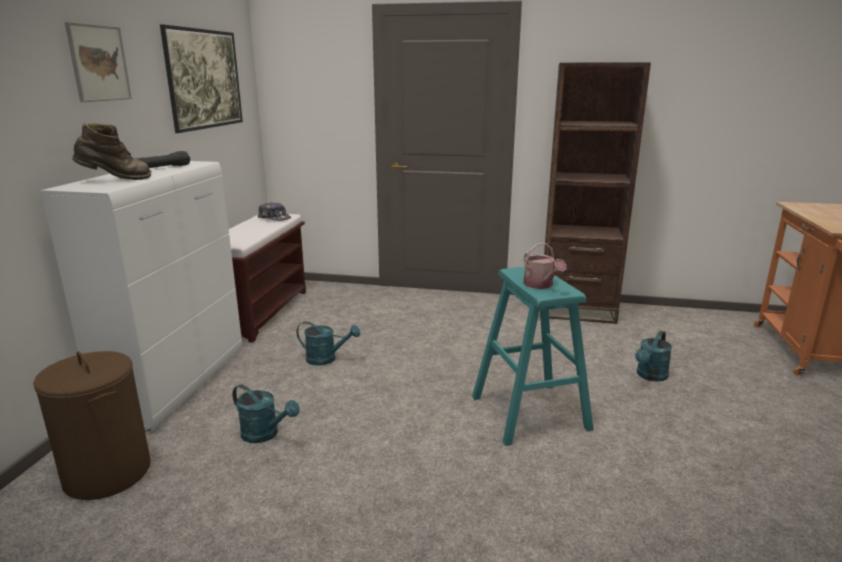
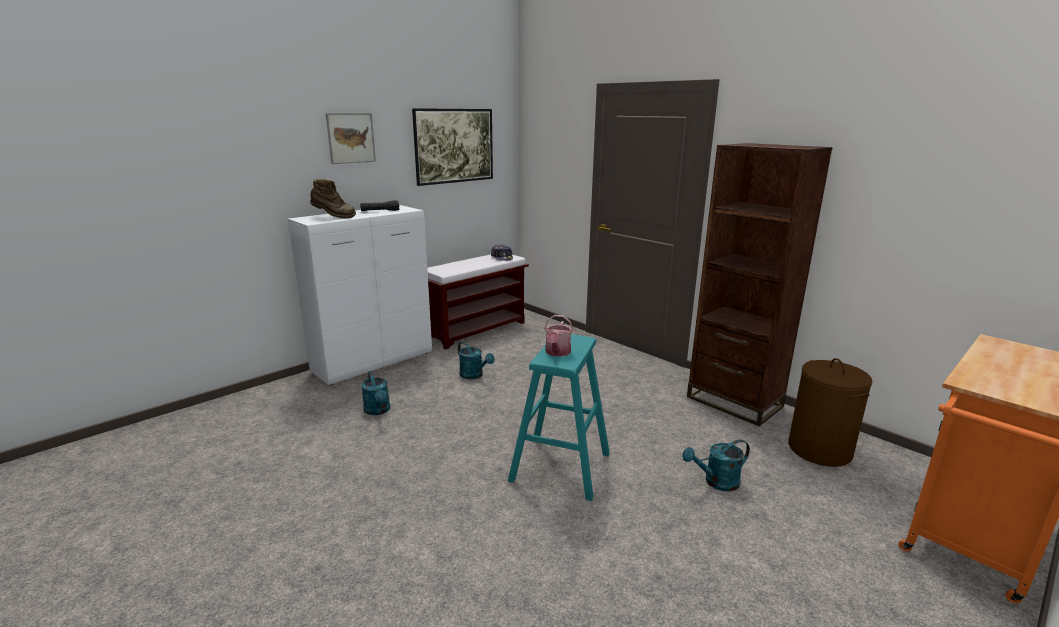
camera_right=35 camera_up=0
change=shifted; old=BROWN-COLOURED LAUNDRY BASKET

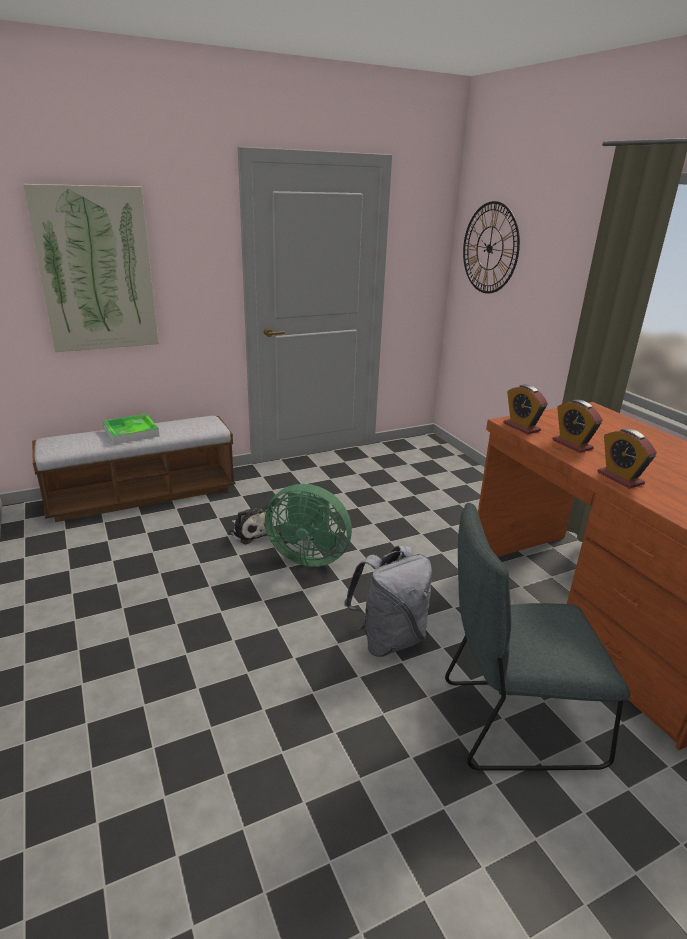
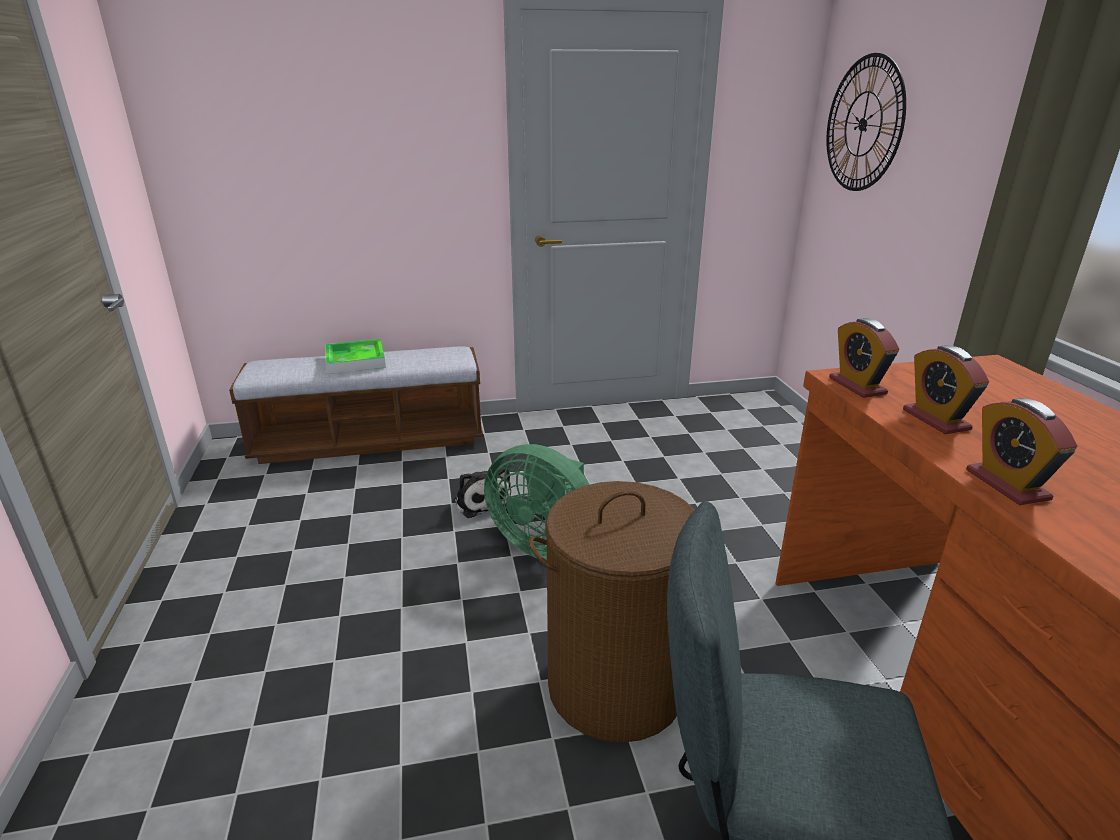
camera_right=15 camera_up=0
change=gone; old=WALL ART
change=swapped; old=GREYISH RUCKSACK; new=BROWN-COLOURED LAUNDRY BASKET

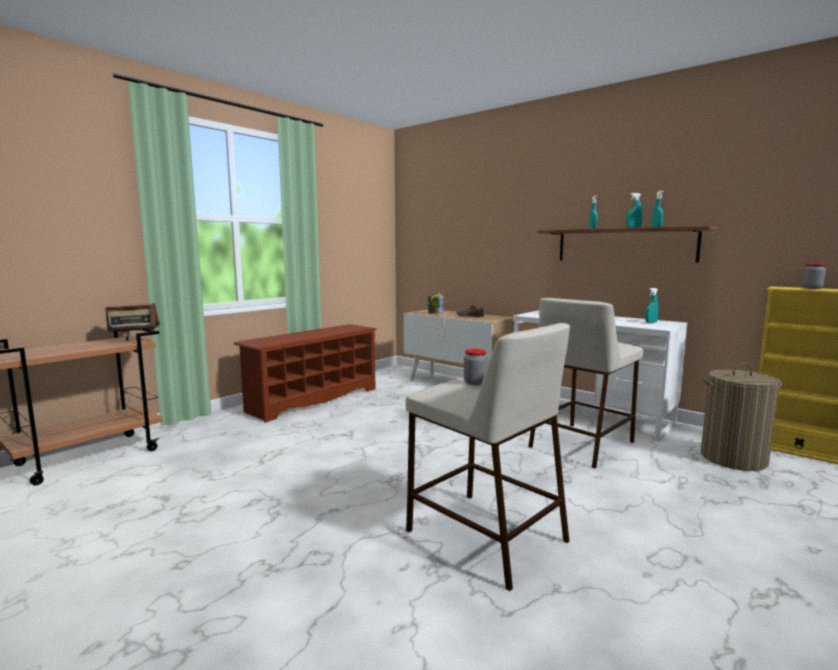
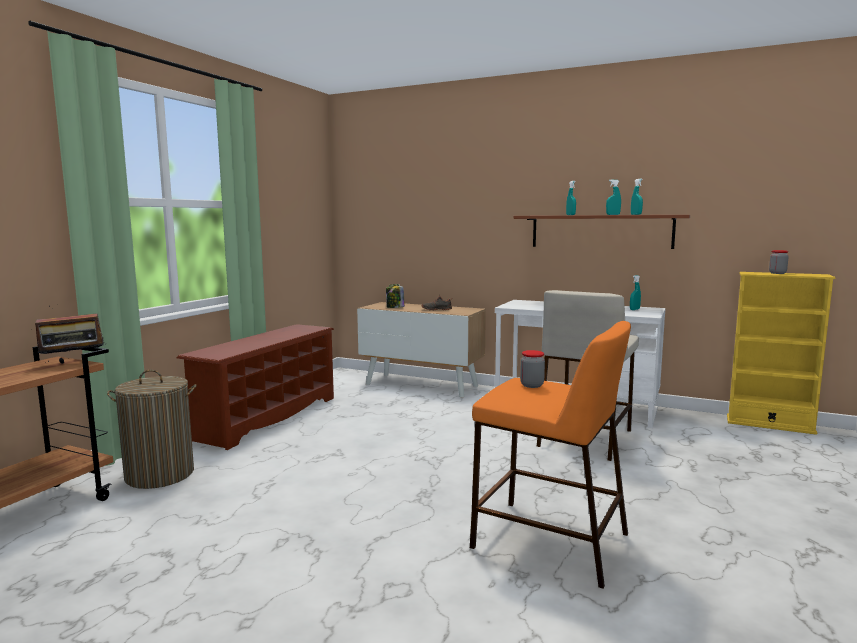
camera_right=-15 camera_up=0
change=shifted; old=LAUNDRY BASKET
change=repainted; old=SAND-COLOURED STOOL (no. 1 from left); new=ORANGEY STOOL

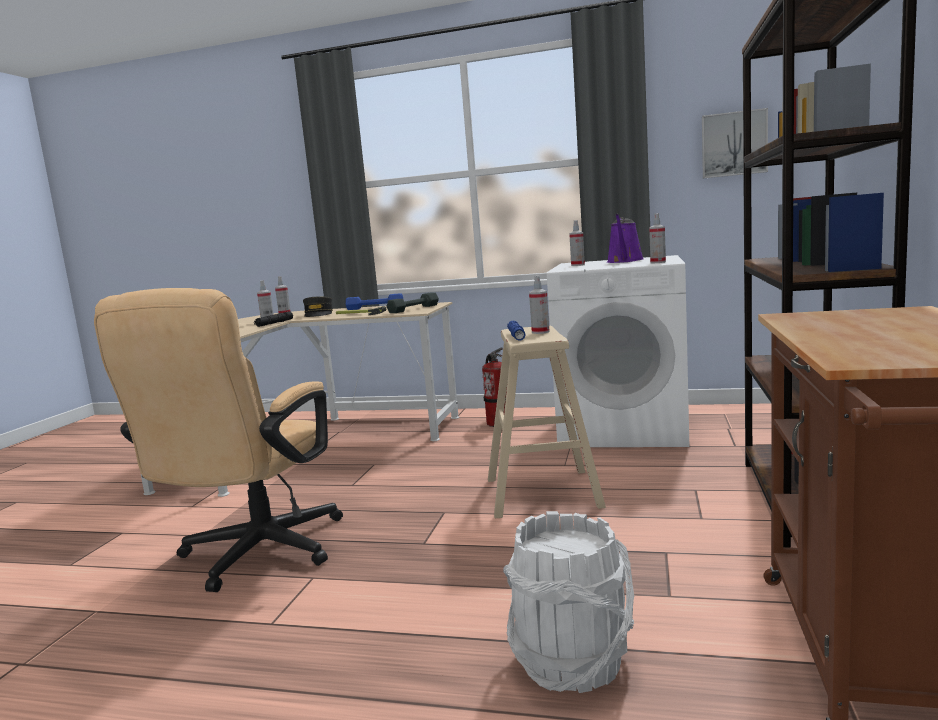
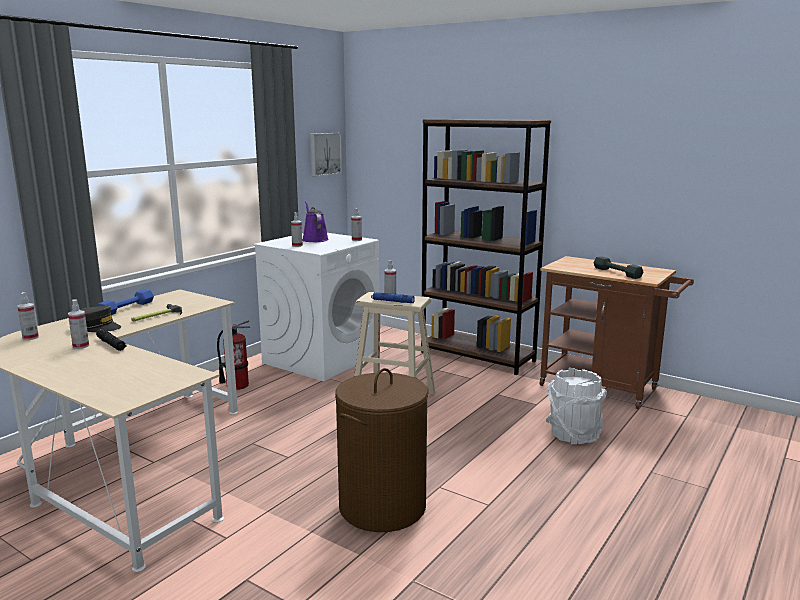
camera_right=-70 camera_up=5
change=shifted; old=GREYISH HAND WEIGHT
change=swapped; old=SAND-COLOURED DESK CHAIR; new=BROWN-COLOURED LAUNDRY BASKET
change=rotated; old=PURPLISH WATERING CAN; degrees=-150

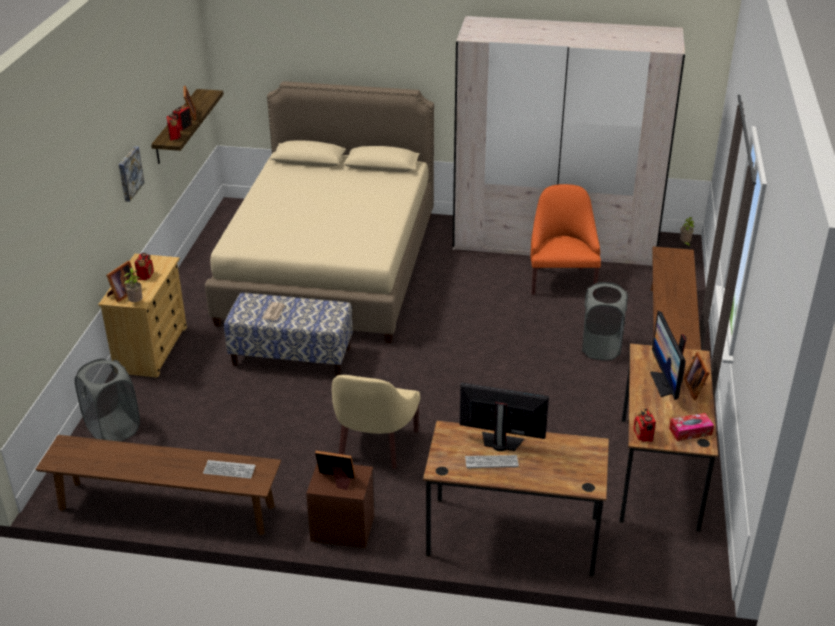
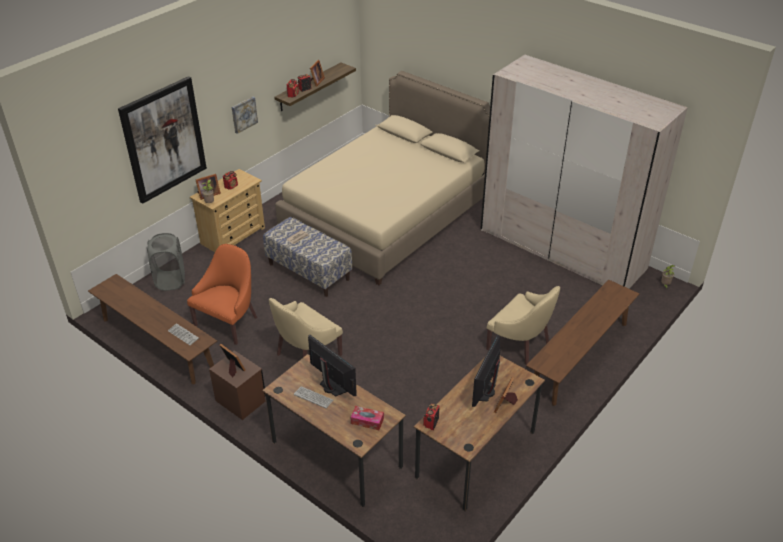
camera_right=30 camera_up=5
change=new; new=WALL ART (no. 1 from left)
change=shifted; old=ORANGEY ARMCHAIR
change=shifted; old=BOX OF TISSUES
change=swapped; old=GREYISH LAUNDRY BASKET (no. 2 from left); new=SAND-COLOURED ARMCHAIR (no. 2 from left)

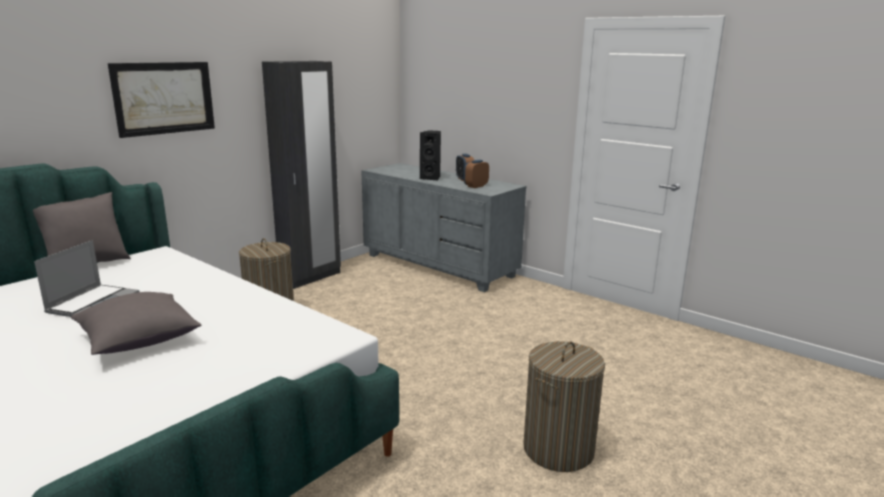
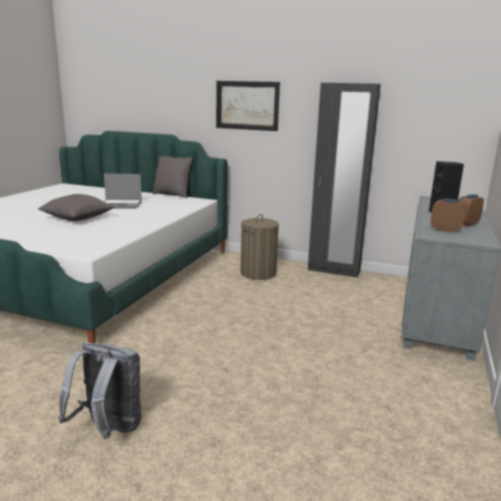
camera_right=70 camera_up=0
change=swapped; old=LAUNDRY BASKET (no. 2 from left); new=GREYISH RUCKSACK

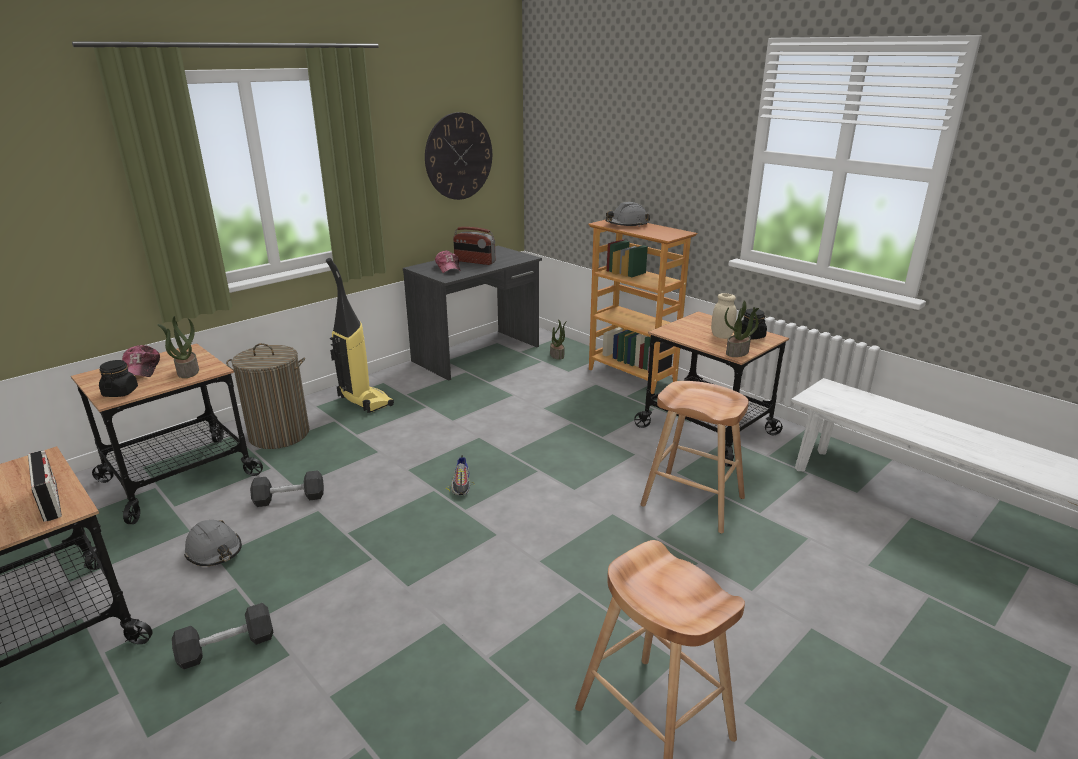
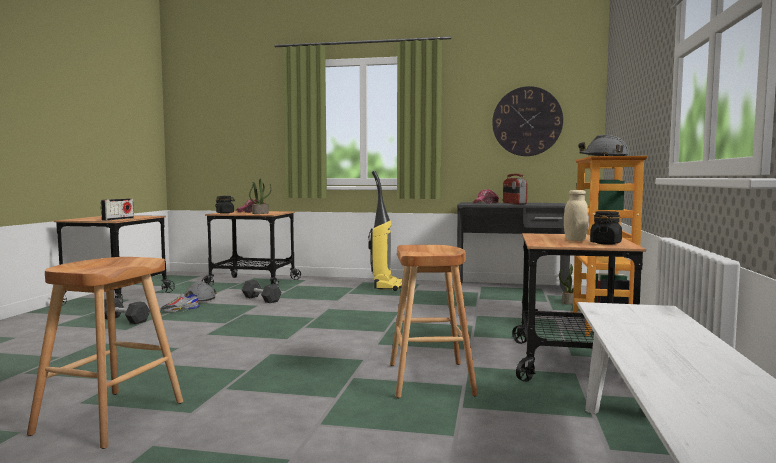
camera_right=55 camera_up=-20
change=gone; old=LAUNDRY BASKET
change=gone; old=HOUSEPLANT (no. 3 from left)
change=shifted; old=ITEM OF FOOTWEAR

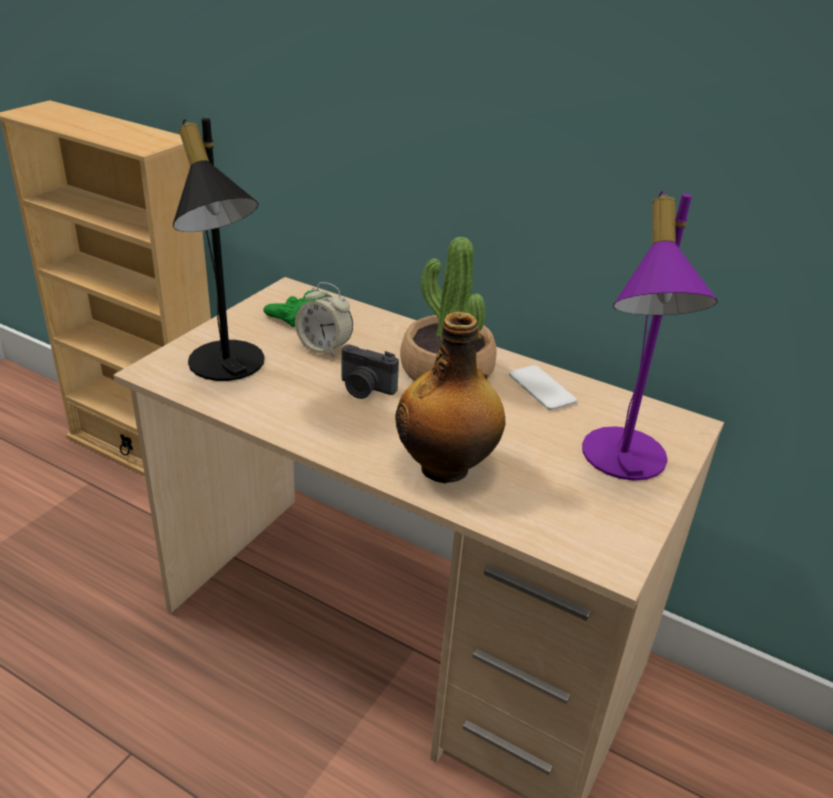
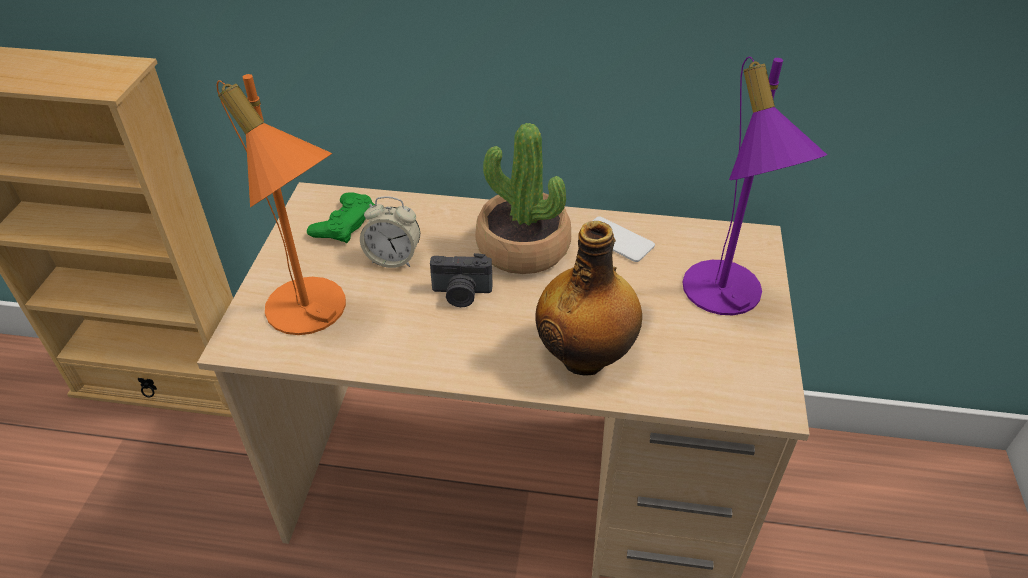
camera_right=-20 camera_up=10
change=repainted; old=BLACK TABLE LAMP; new=ORANGEY TABLE LAMP

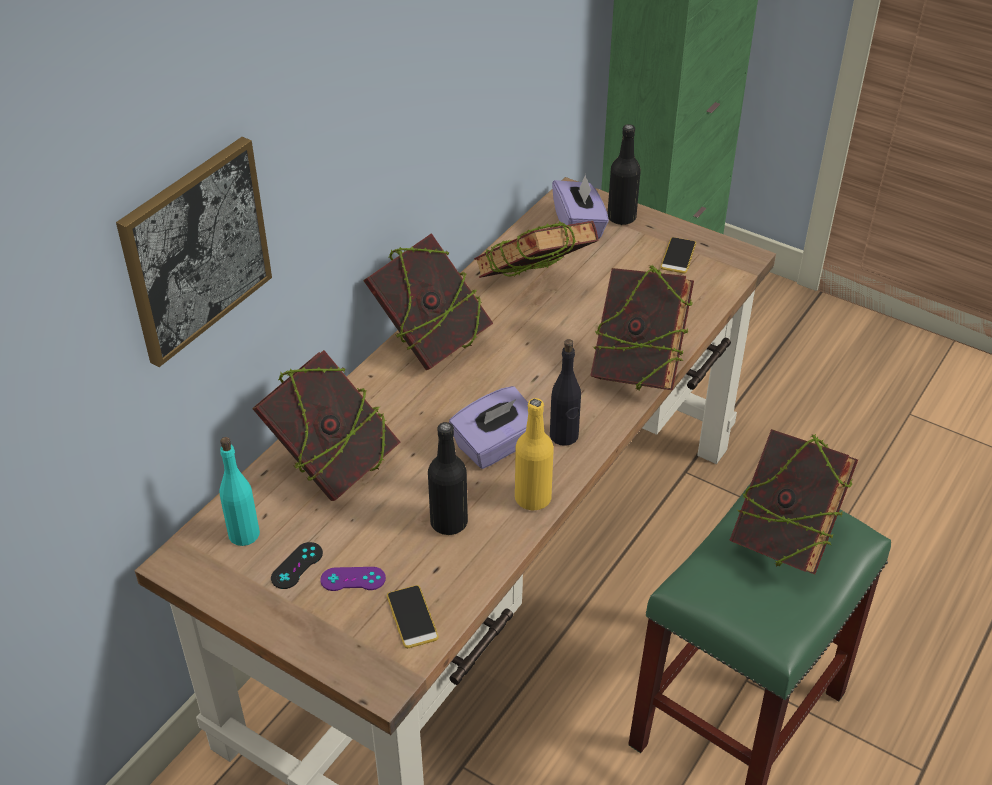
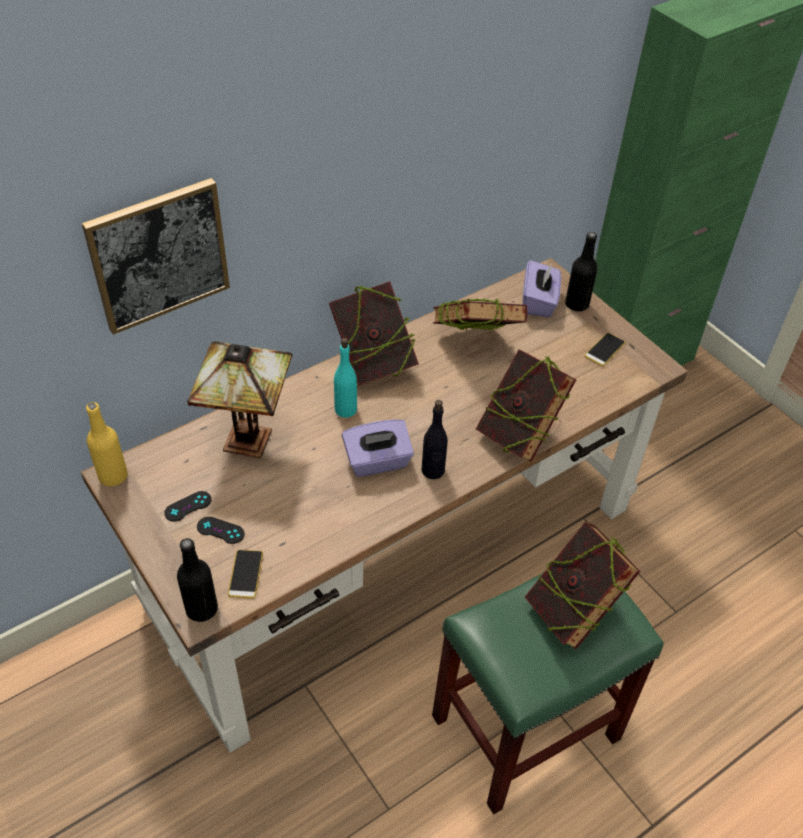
camera_right=20 camera_up=5
change=shifted; old=TURQUOISE-COLOURED BOTTLE
change=shifted; old=BLACK BOTTLE (no. 1 from left)
change=shifted; old=YELLOWISH BOTTLE
change=swapped; old=VOLUME (no. 1 from left); new=TABLE LAMP
change=repainted; old=PURPLISH JOYPAD; new=BLACK JOYPAD (no. 2 from left)

